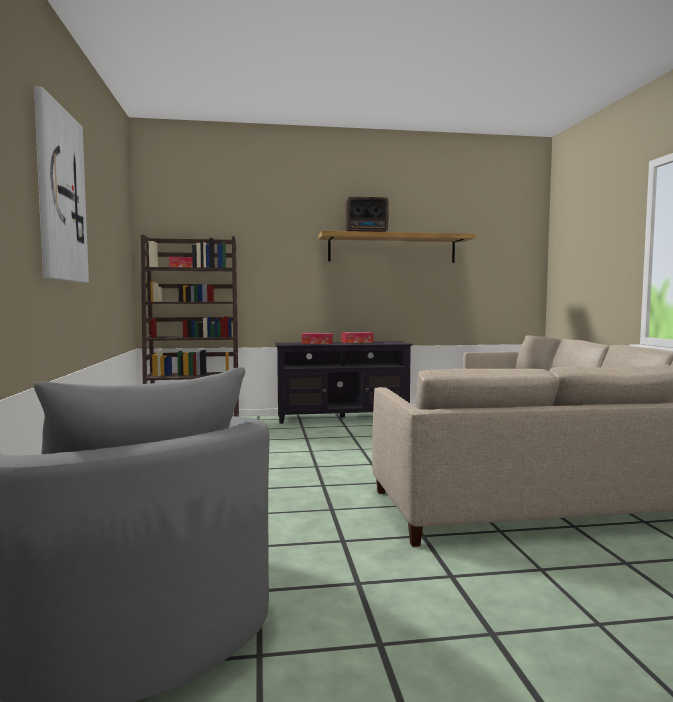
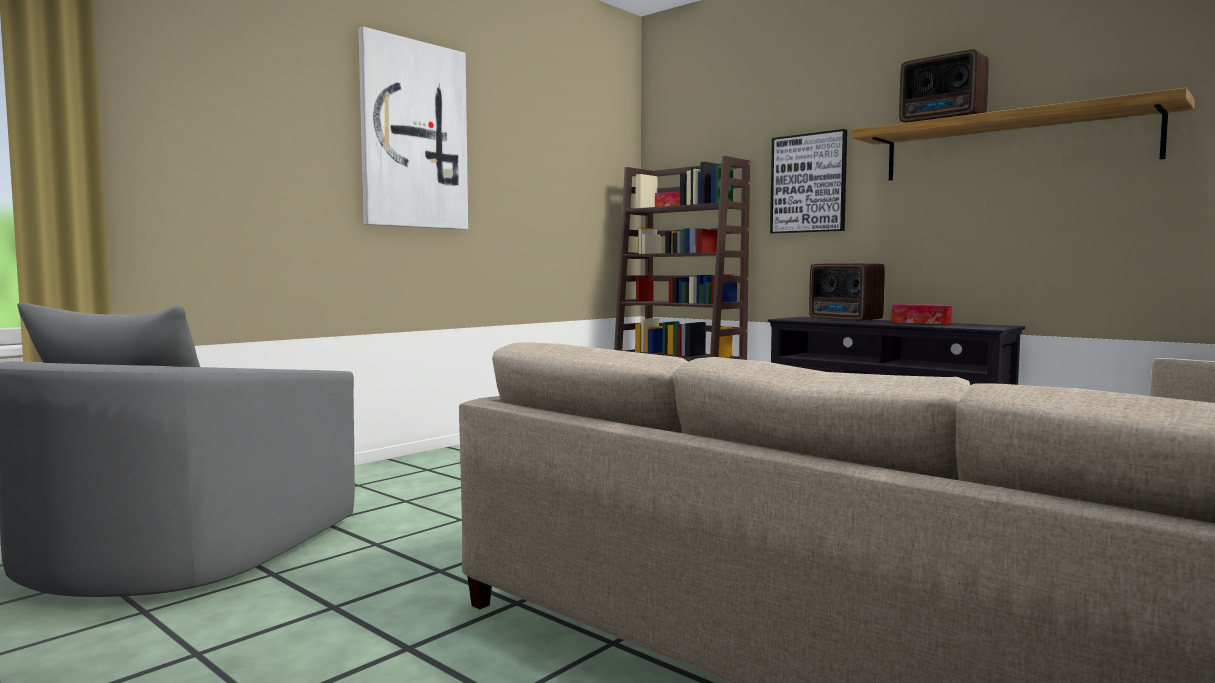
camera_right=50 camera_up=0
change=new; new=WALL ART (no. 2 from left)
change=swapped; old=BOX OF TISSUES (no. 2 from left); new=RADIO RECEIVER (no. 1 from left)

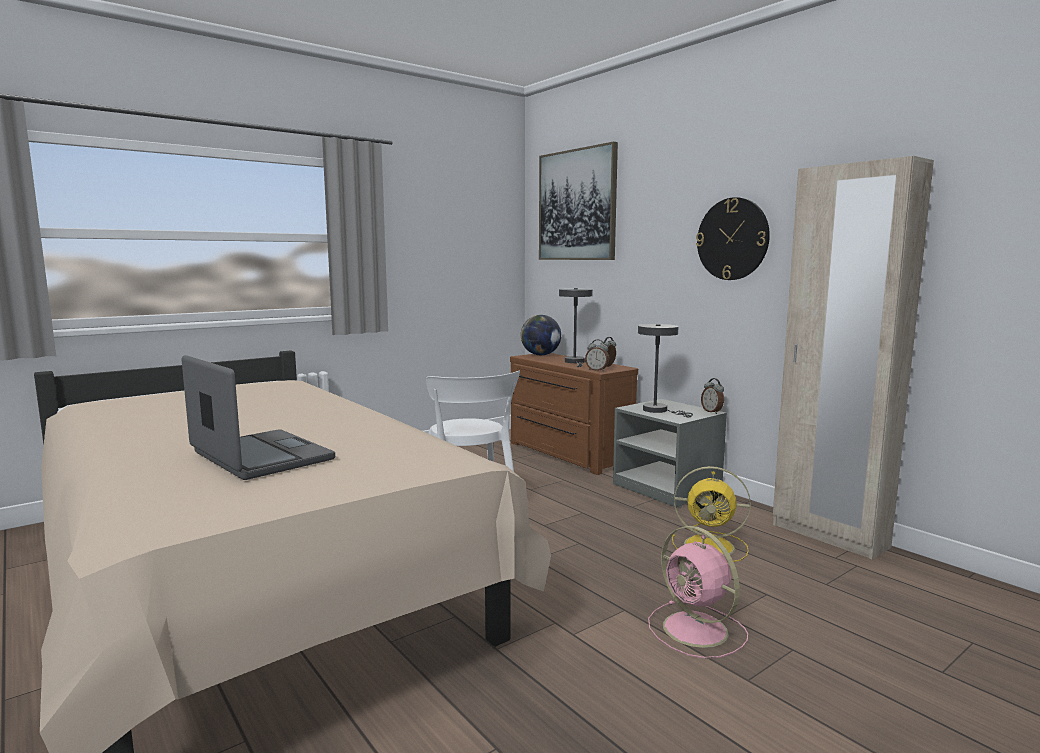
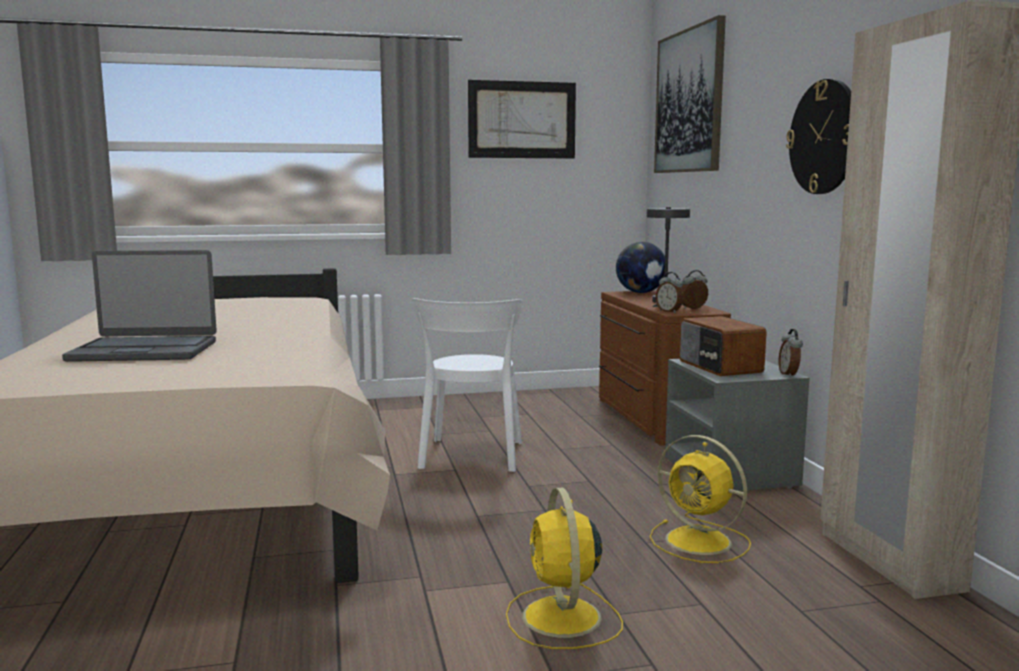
camera_right=25 camera_up=0
change=new; new=WALL ART (no. 1 from left)
change=swapped; old=GREYISH TABLE LAMP (no. 2 from left); new=RADIO RECEIVER
change=repainted; old=PINKISH FAN; new=YELLOWISH FAN (no. 1 from left)
change=rotated; old=NOTEBOOK COMPUTER; degrees=105

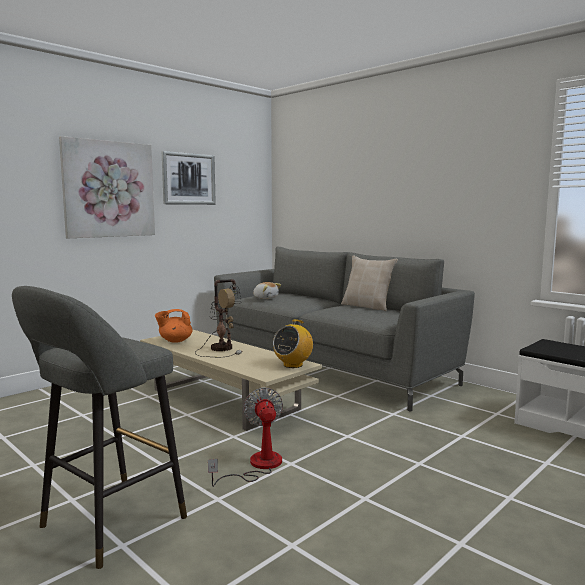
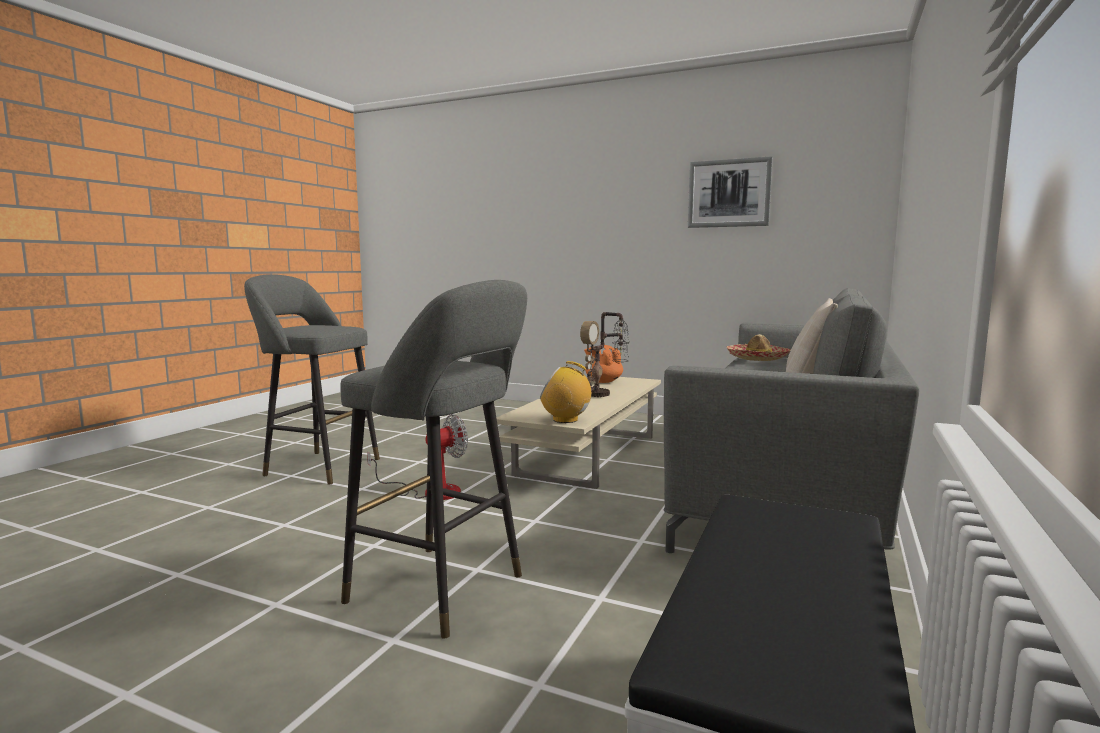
camera_right=70 camera_up=0
change=gone; old=WALL ART (no. 1 from left)
change=new; new=GREYISH STOOL (no. 2 from left)
change=swapped; old=PLUSH TOY; new=WEARABLE HAT

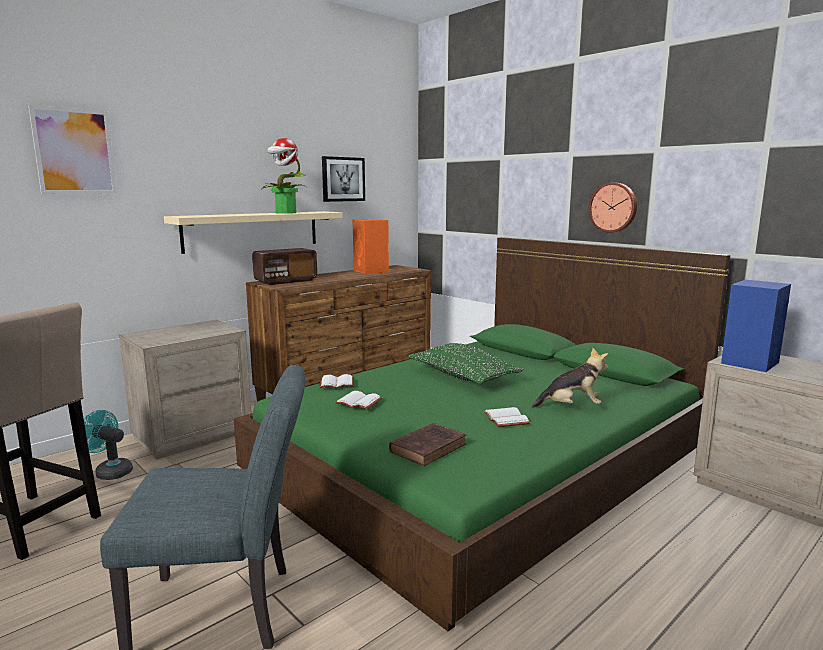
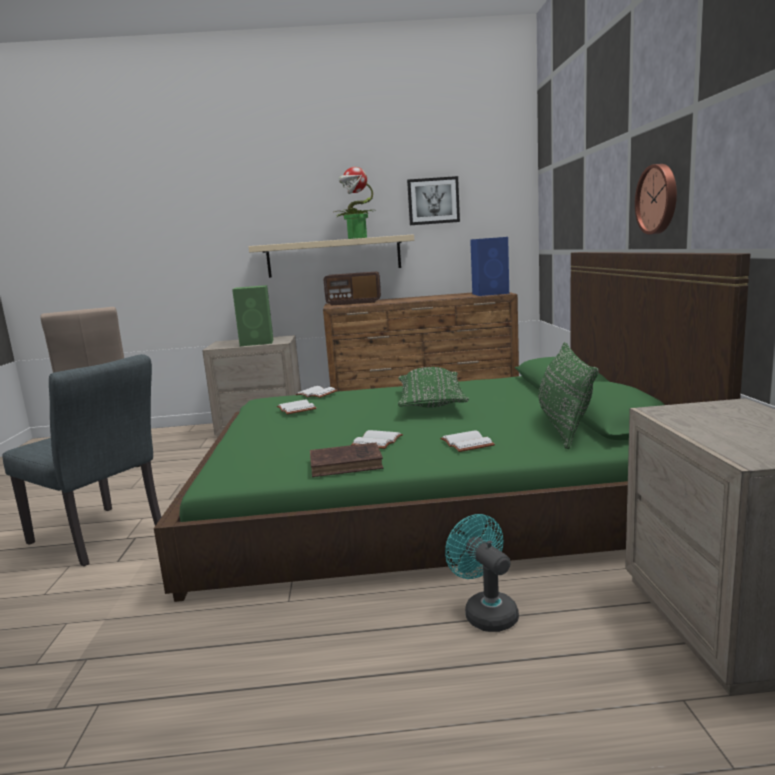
camera_right=40 camera_up=0
change=gone; old=WALL ART (no. 1 from left)
change=gone; old=ORANGEY AUDIO SPEAKER
change=new; new=GREENISH AUDIO SPEAKER
change=new; new=GREENISH CUSHION (no. 2 from left)
change=shifted; old=TURQUOISE-COLOURED FAN
change=shifted; old=BROWN-COLOURED VOLUME
change=shifted; old=BLUISH AUDIO SPEAKER
change=swapped; old=PLUSH TOY; new=WHITISH VOLUME (no. 4 from left)

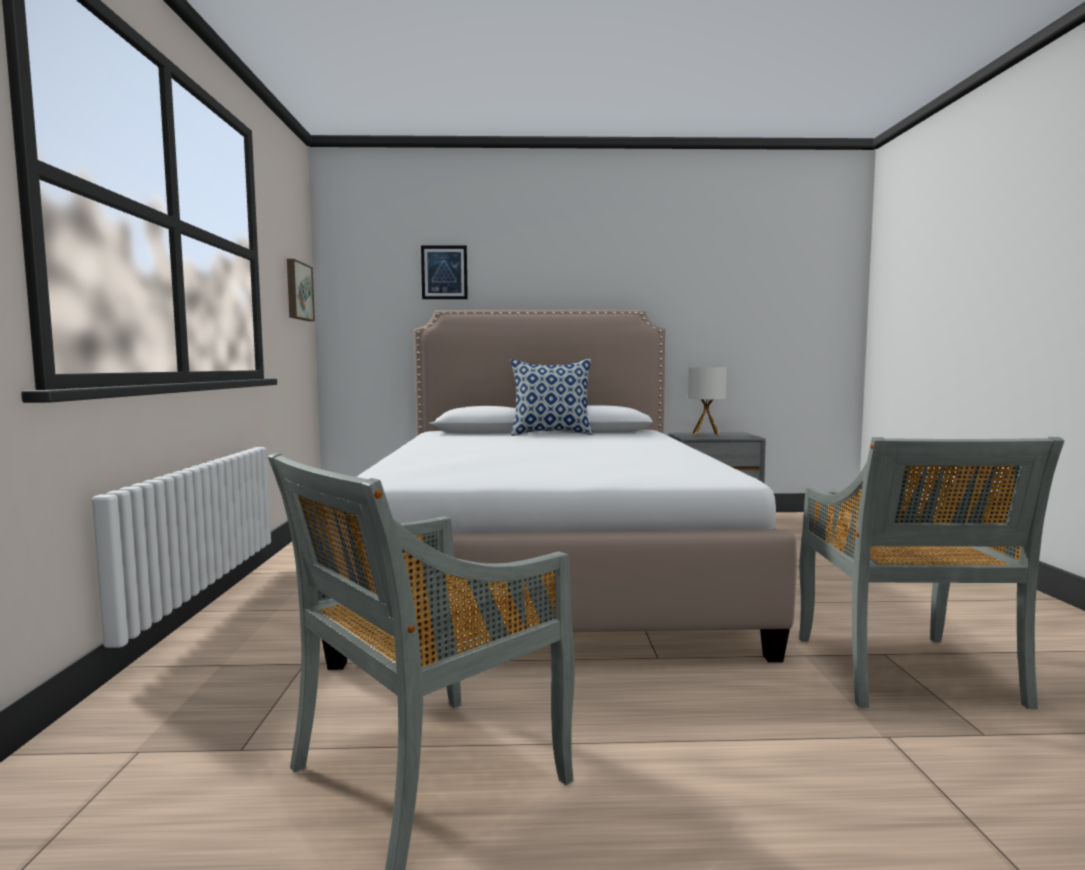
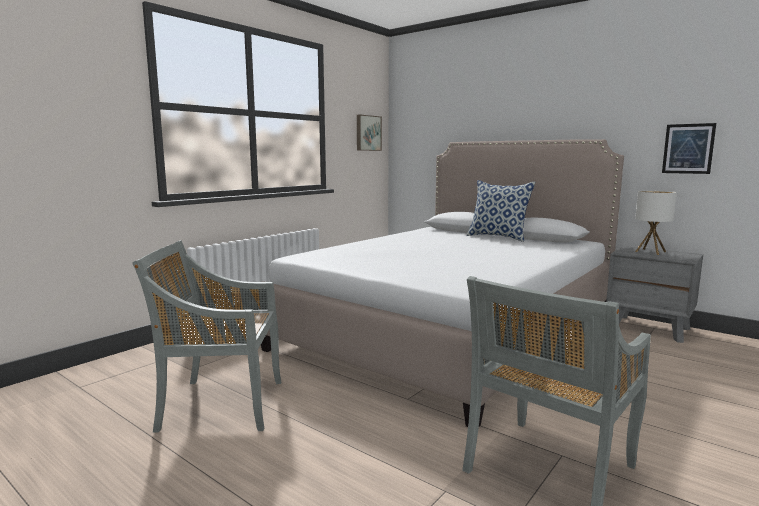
camera_right=40 camera_up=5
change=shifted; old=WALL ART (no. 2 from left)

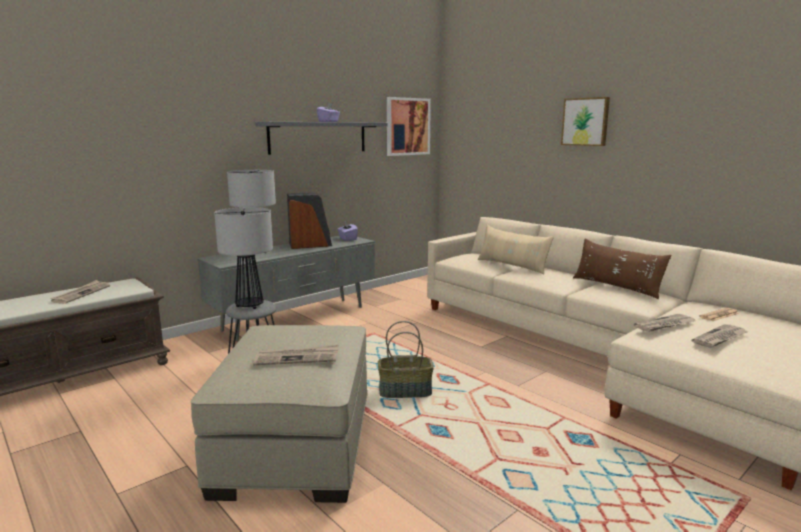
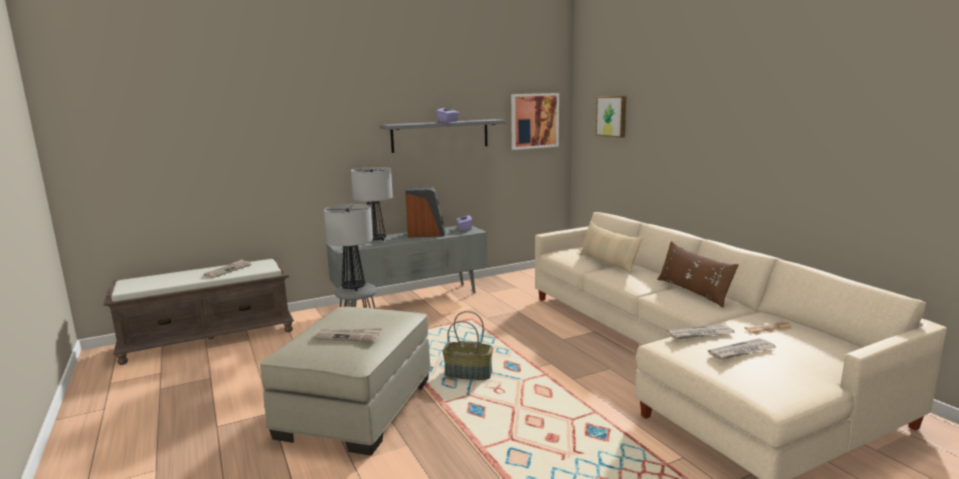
camera_right=15 camera_up=0
change=shifted; old=WALL ART (no. 2 from left)

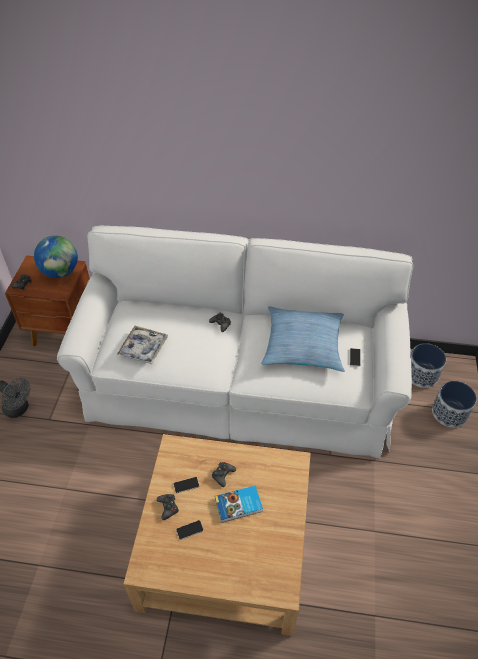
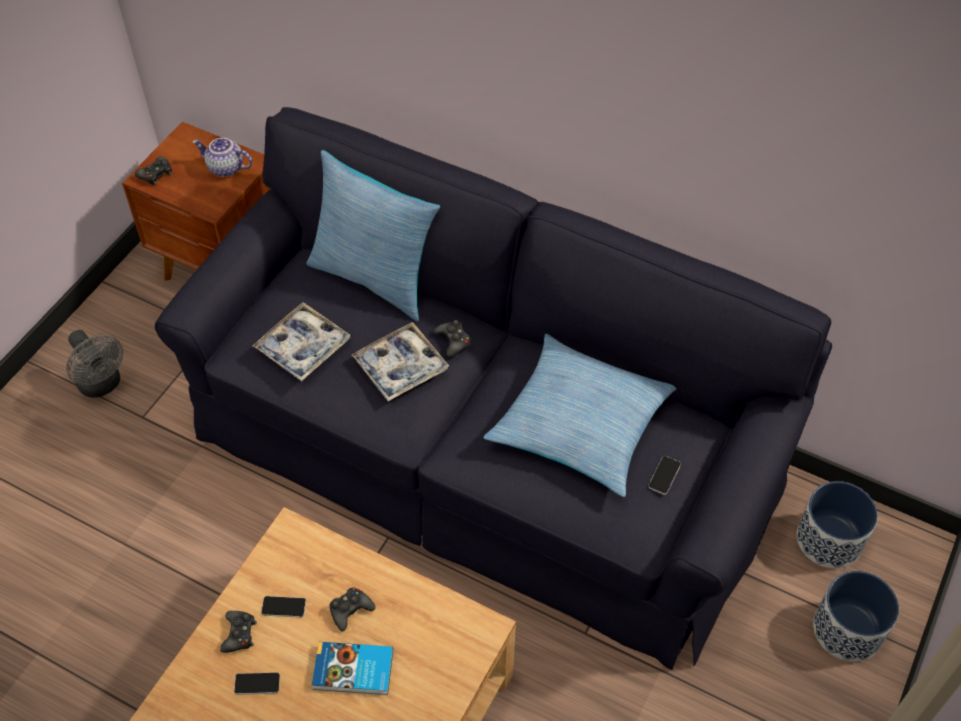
camera_right=20 camera_up=5
change=new; new=CUSHION (no. 1 from left)
change=new; new=CARRYING TRAY (no. 2 from left)
change=swapped; old=GLOBE; new=TEAPOT
change=repainted; old=WHITISH SOFA; new=BLACK SOFA

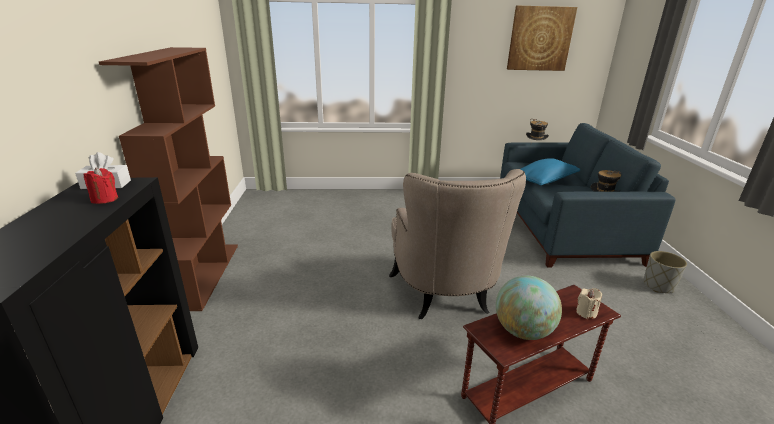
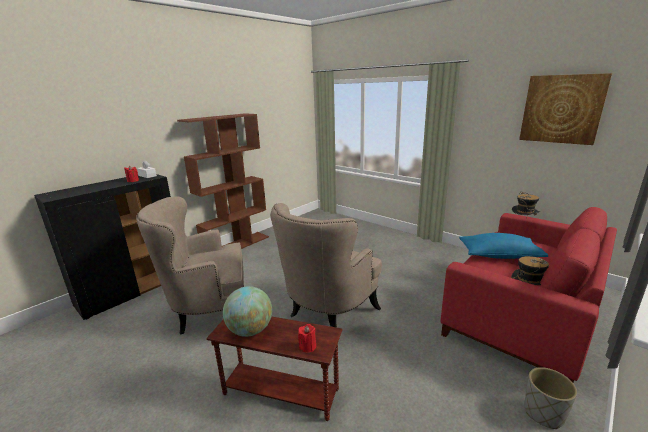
camera_right=45 camera_up=-5
change=new; new=SAND-COLOURED ARMCHAIR (no. 1 from left)
change=repainted; old=BLUISH SOFA; new=REDDISH SOFA
change=repainted; old=SAND-COLOURED WAX CANDLE; new=REDDISH WAX CANDLE (no. 2 from left)

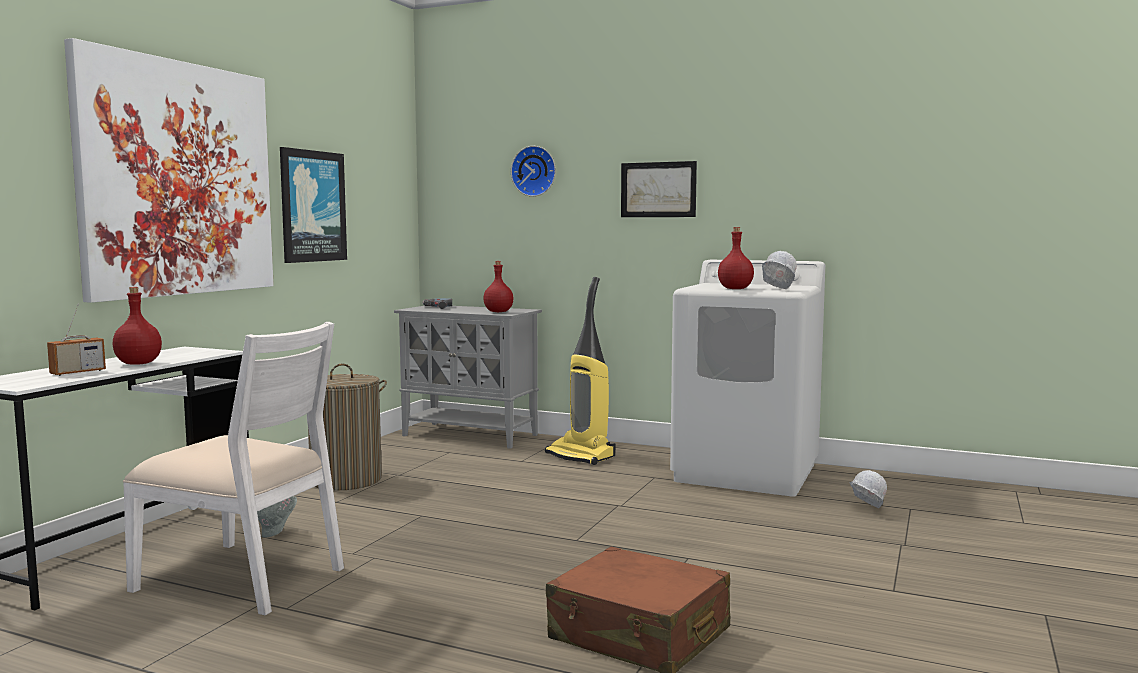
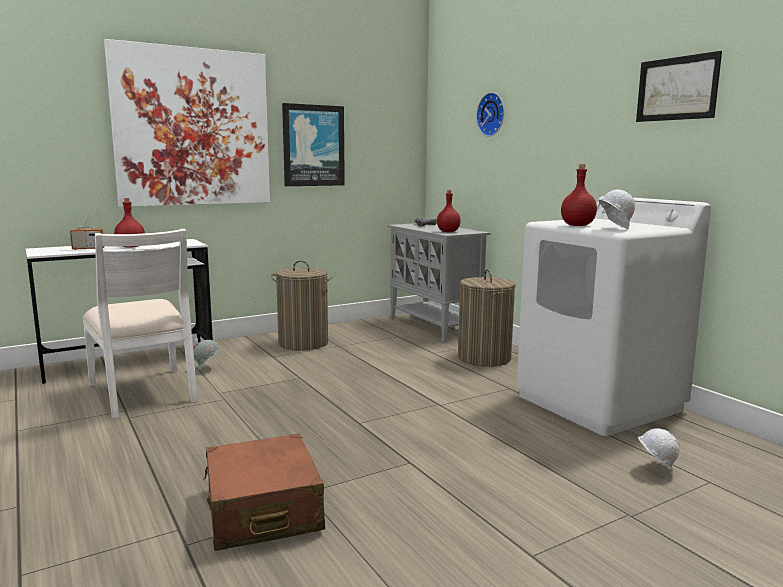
camera_right=35 camera_up=5
change=shifted; old=WALL ART (no. 3 from left)
change=swapped; old=VACUUM; new=LAUNDRY BASKET (no. 2 from left)

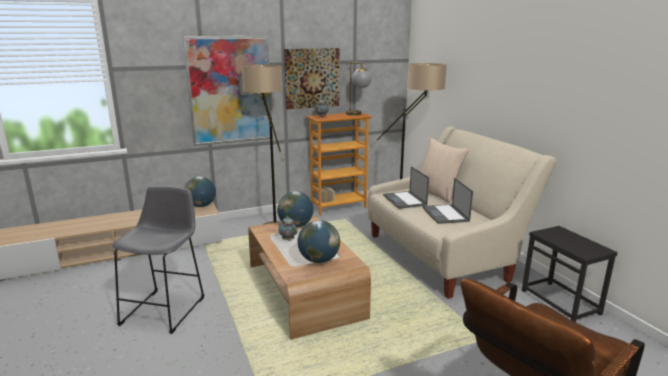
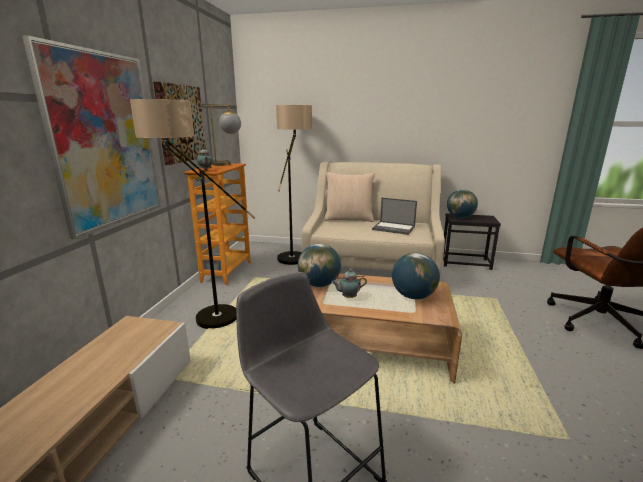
camera_right=-55 camera_up=0
change=gone; old=NOTEBOOK COMPUTER (no. 1 from left)
change=shifted; old=GLOBE (no. 1 from left in the first image); new=GLOBE (no. 3 from left)

